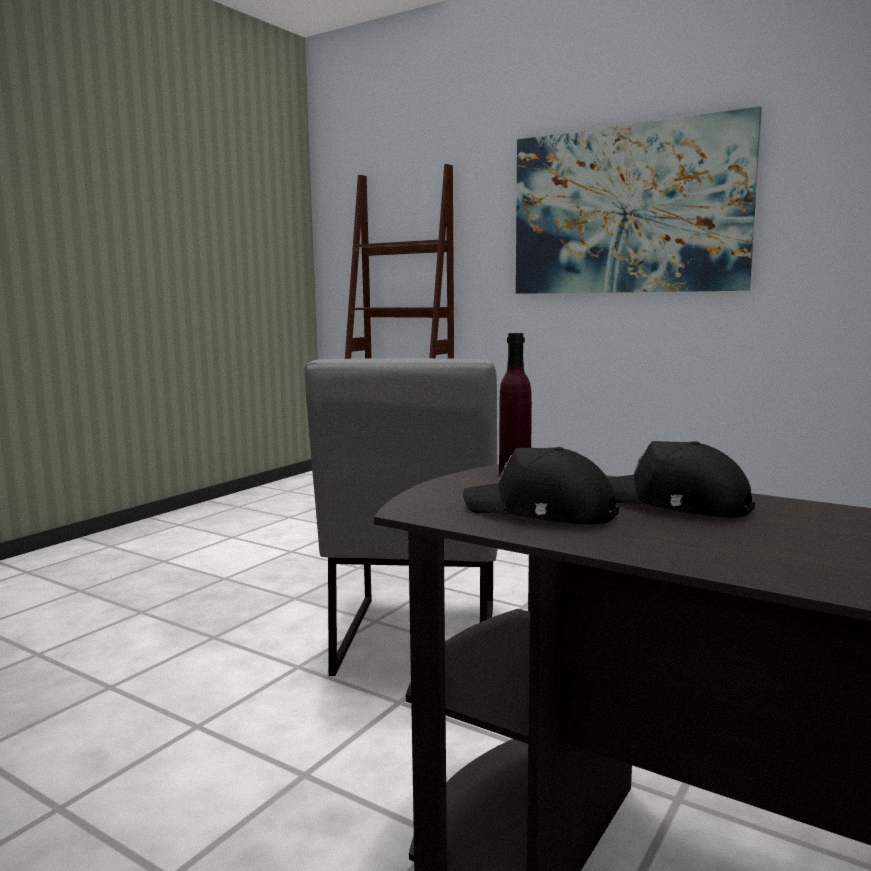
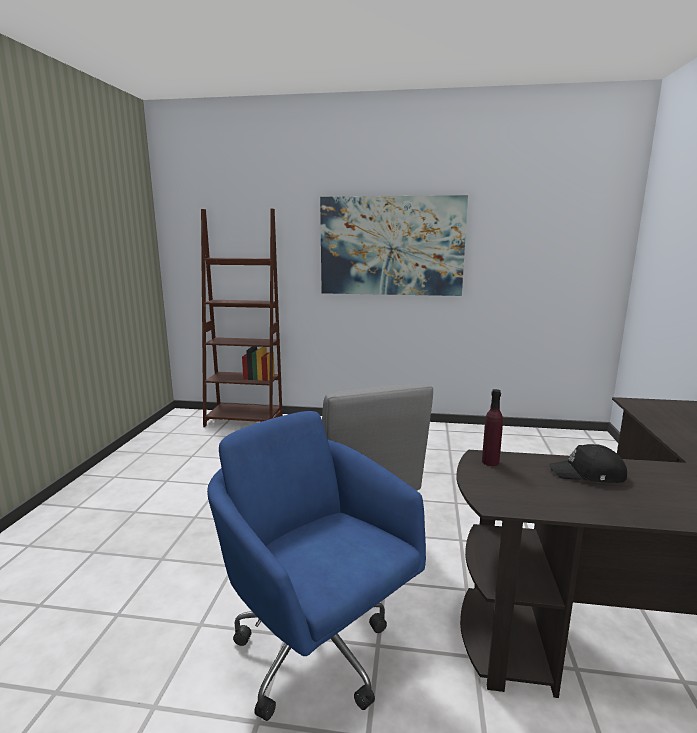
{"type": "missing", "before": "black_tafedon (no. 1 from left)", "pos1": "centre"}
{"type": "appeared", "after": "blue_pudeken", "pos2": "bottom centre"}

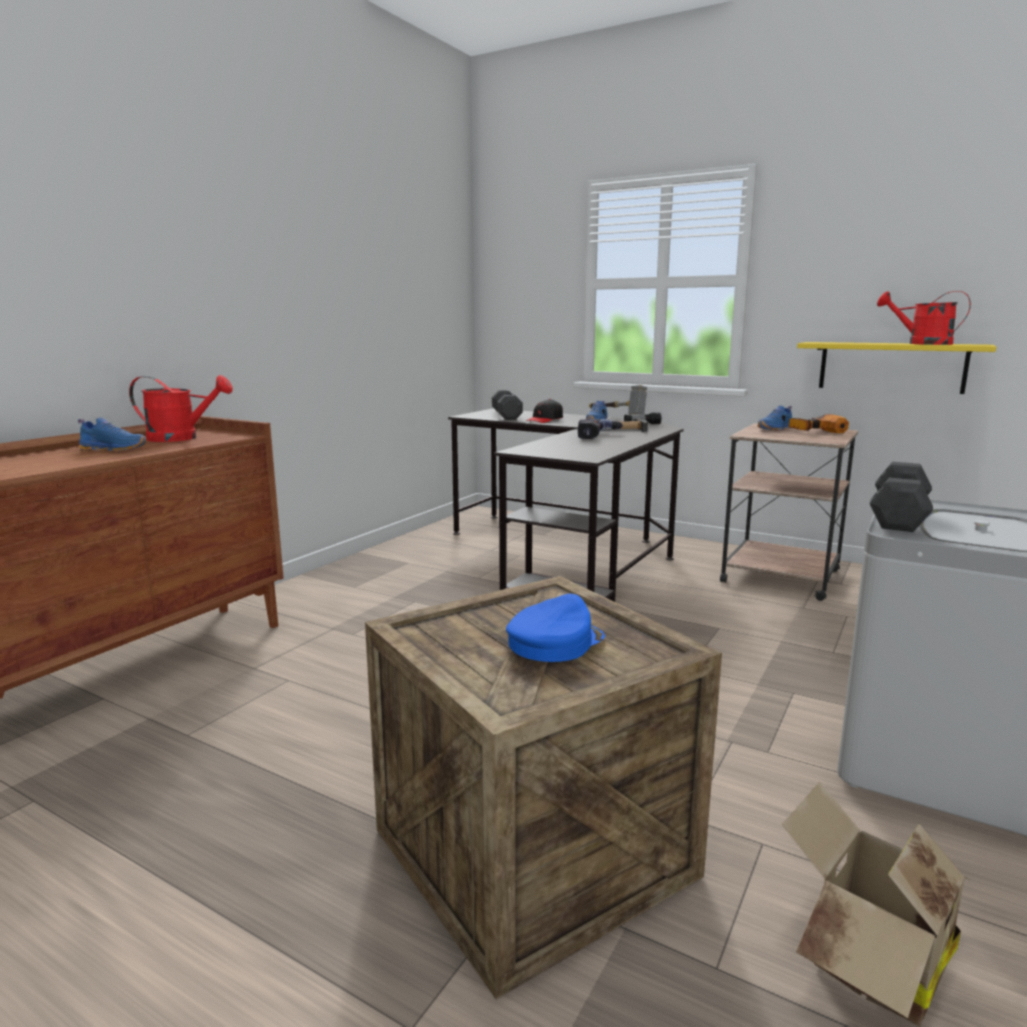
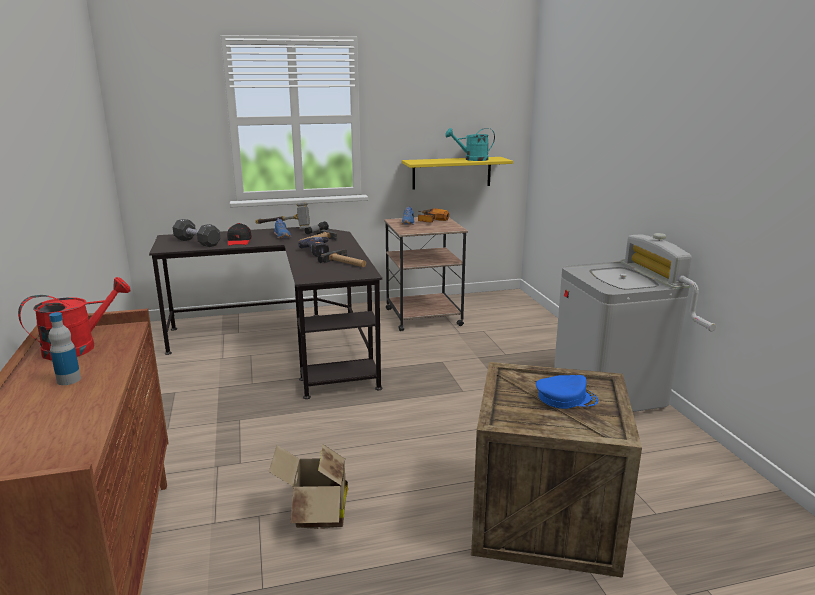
{"type": "missing", "before": "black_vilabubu (no. 2 from left)", "pos1": "middle right"}
{"type": "appeared", "after": "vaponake (no. 3 from left)", "pos2": "centre"}
{"type": "relocated", "before": "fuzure", "pos1": "bottom right", "pos2": "bottom centre"}
{"type": "exchanged", "before": "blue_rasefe (no. 1 from left)", "after": "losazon", "pos1": "middle left", "pos2": "middle left"}
{"type": "colour", "before": "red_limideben (no. 2 from left)", "after": "turquoise_limideben", "pos1": "top right", "pos2": "top centre"}
{"type": "spun", "before": "blue_tafedon", "pos1": "centre", "pos2": "middle right", "turn": 90}

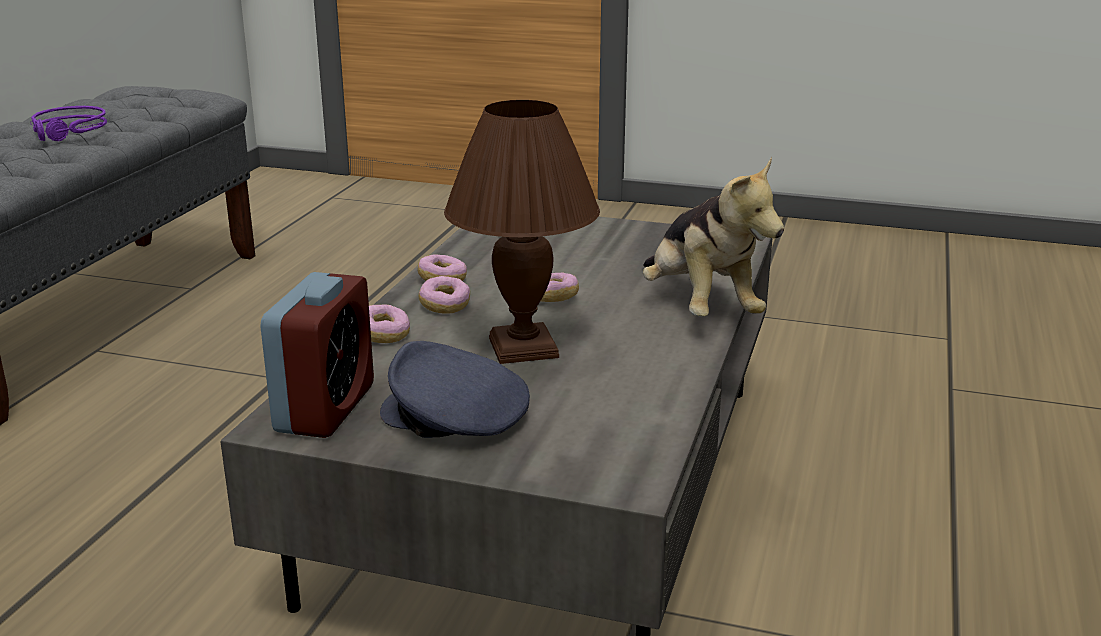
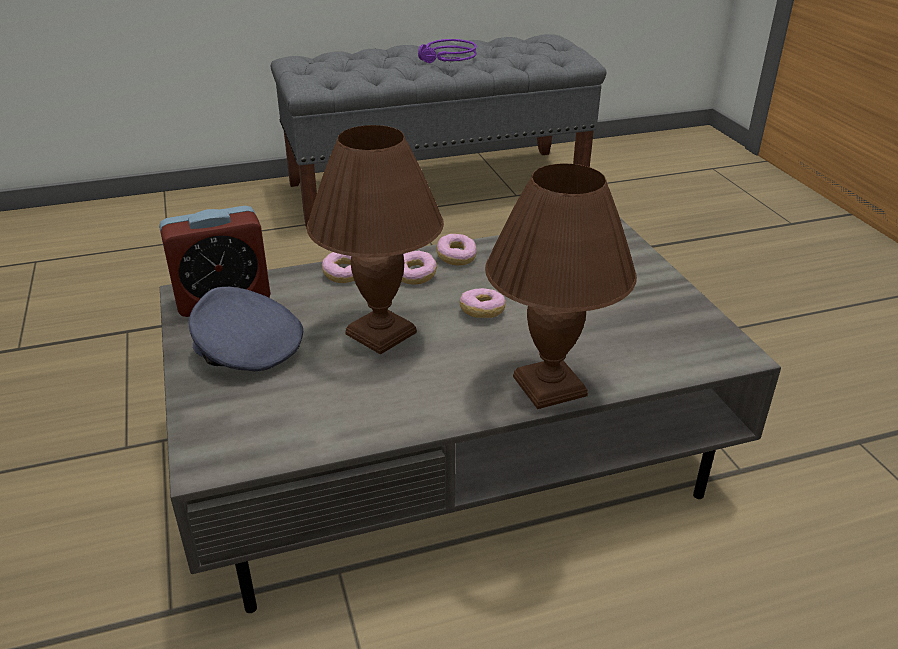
{"type": "exchanged", "before": "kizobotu", "after": "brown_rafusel (no. 2 from left)", "pos1": "centre", "pos2": "centre"}
{"type": "spun", "before": "grey_tafedon", "pos1": "centre", "pos2": "middle left", "turn": -45}

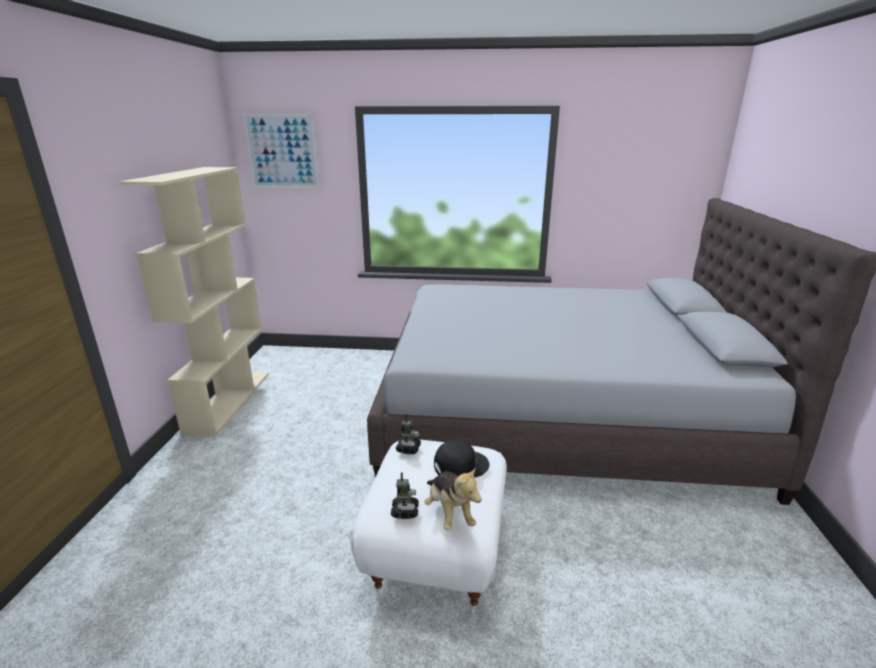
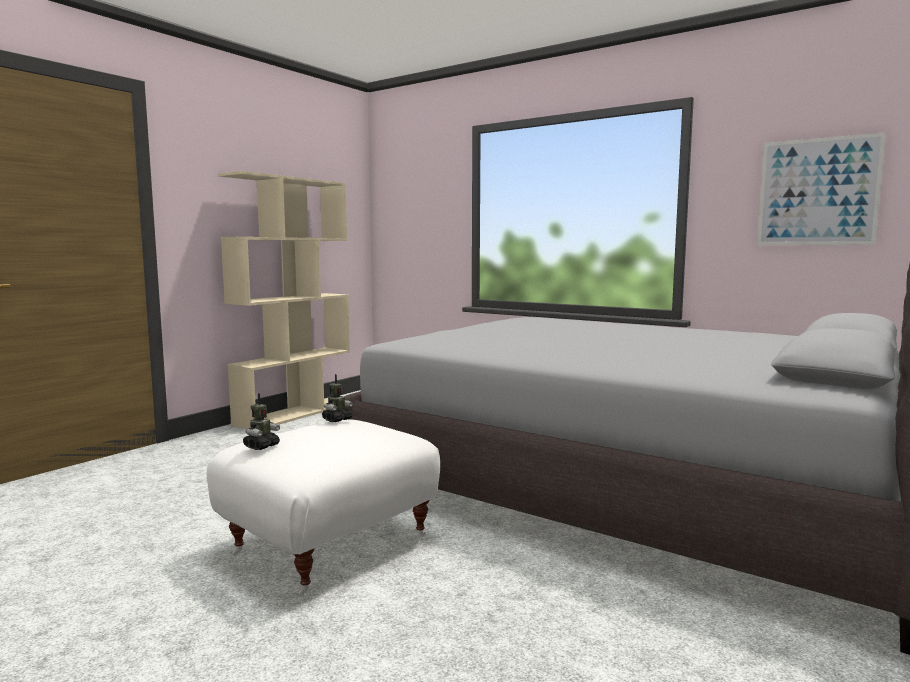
{"type": "missing", "before": "kizobotu", "pos1": "bottom centre"}
{"type": "missing", "before": "black_tafedon", "pos1": "bottom centre"}
{"type": "relocated", "before": "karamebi", "pos1": "top left", "pos2": "top right"}

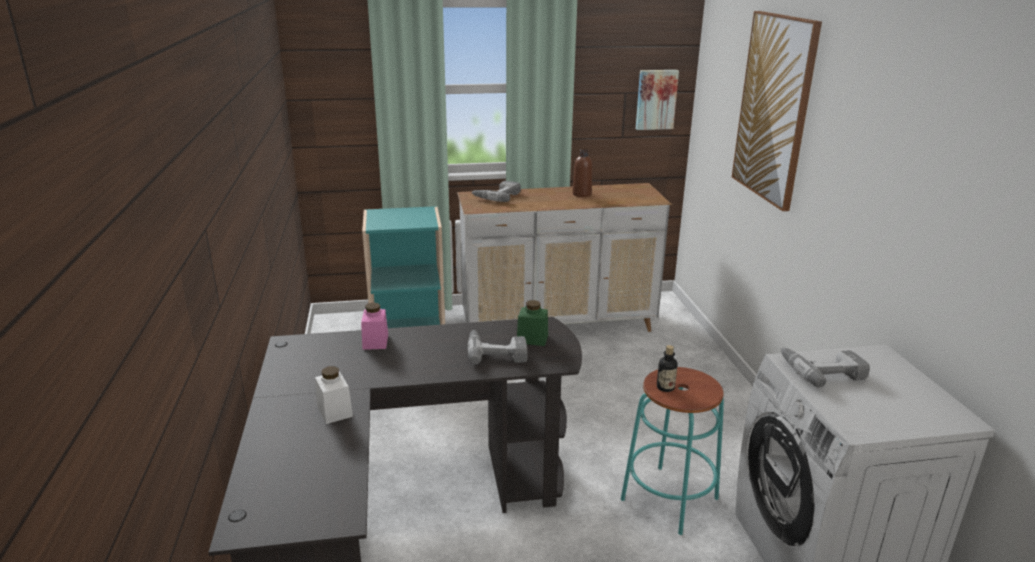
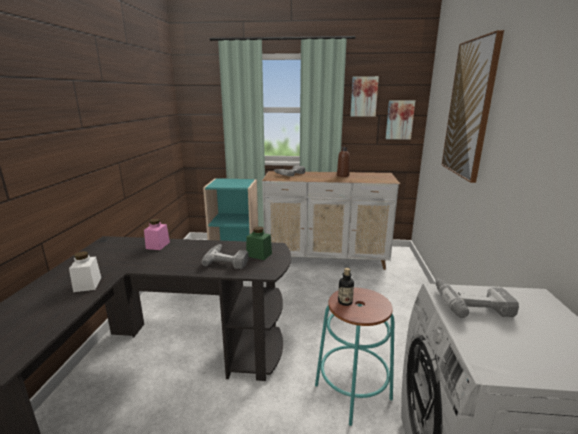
{"type": "appeared", "after": "karamebi (no. 1 from left)", "pos2": "top centre"}

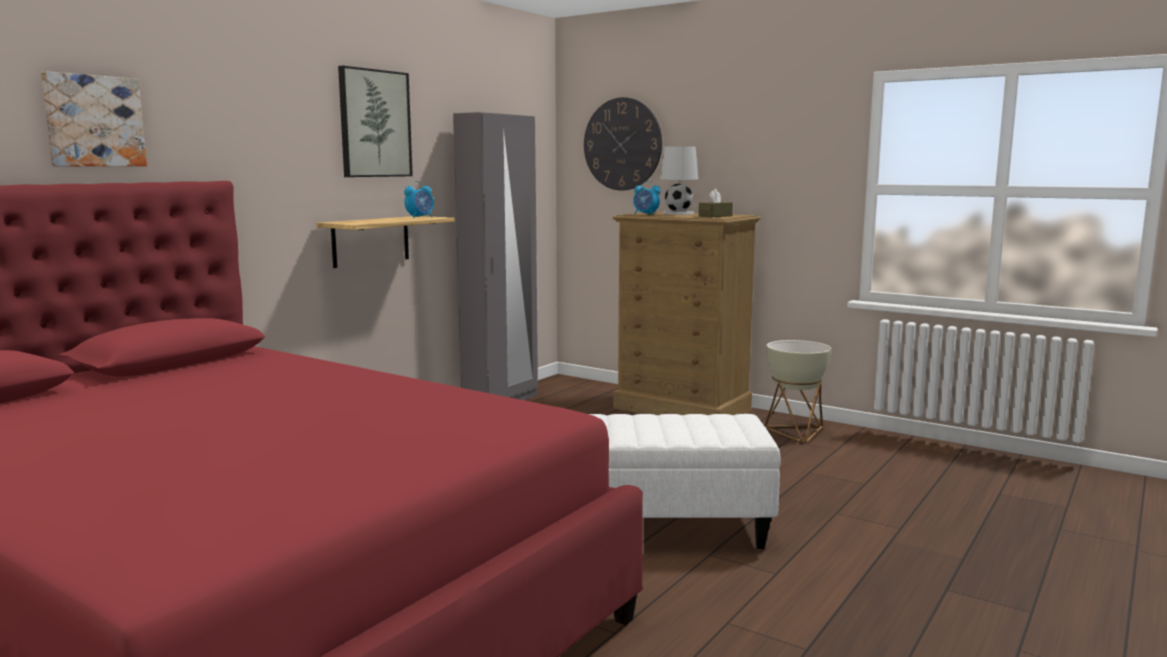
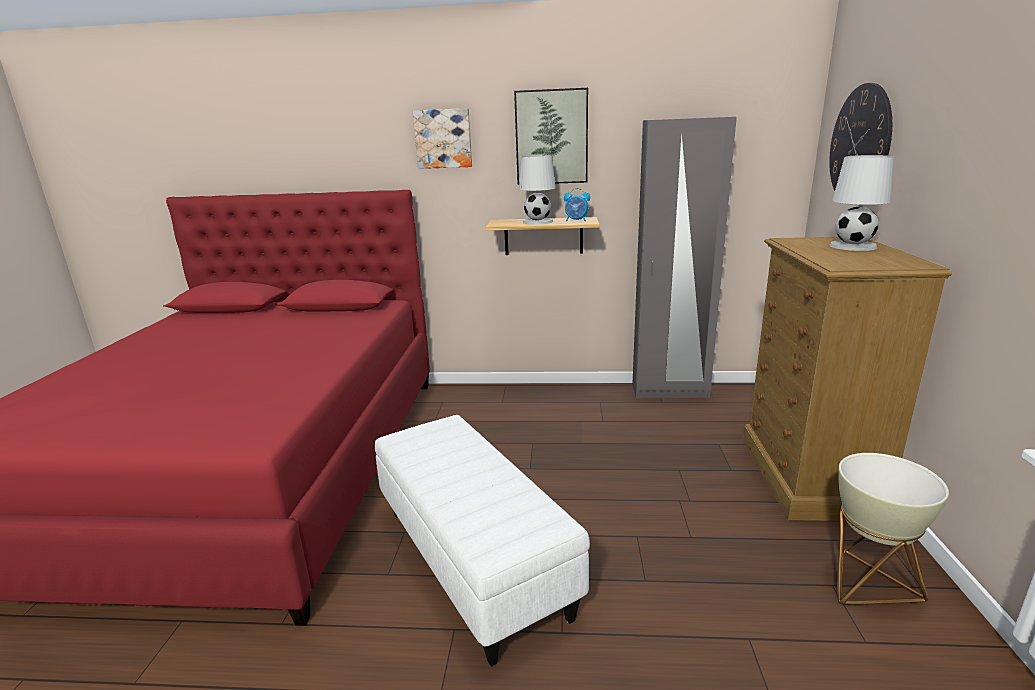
{"type": "missing", "before": "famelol (no. 2 from left)", "pos1": "top centre"}
{"type": "missing", "before": "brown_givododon", "pos1": "top centre"}
{"type": "appeared", "after": "white_rafusel (no. 1 from left)", "pos2": "top centre"}
{"type": "relocated", "before": "karamebi (no. 1 from left)", "pos1": "top left", "pos2": "top centre"}

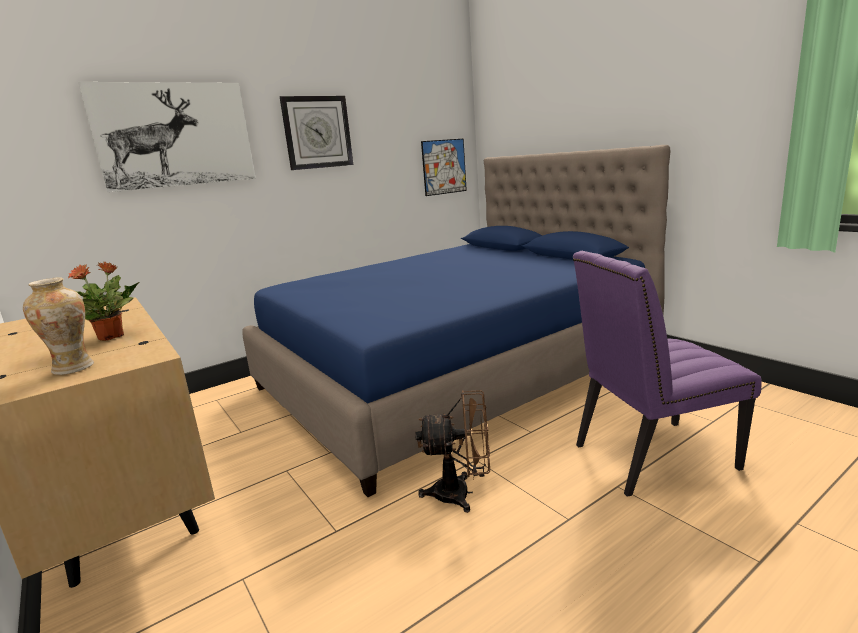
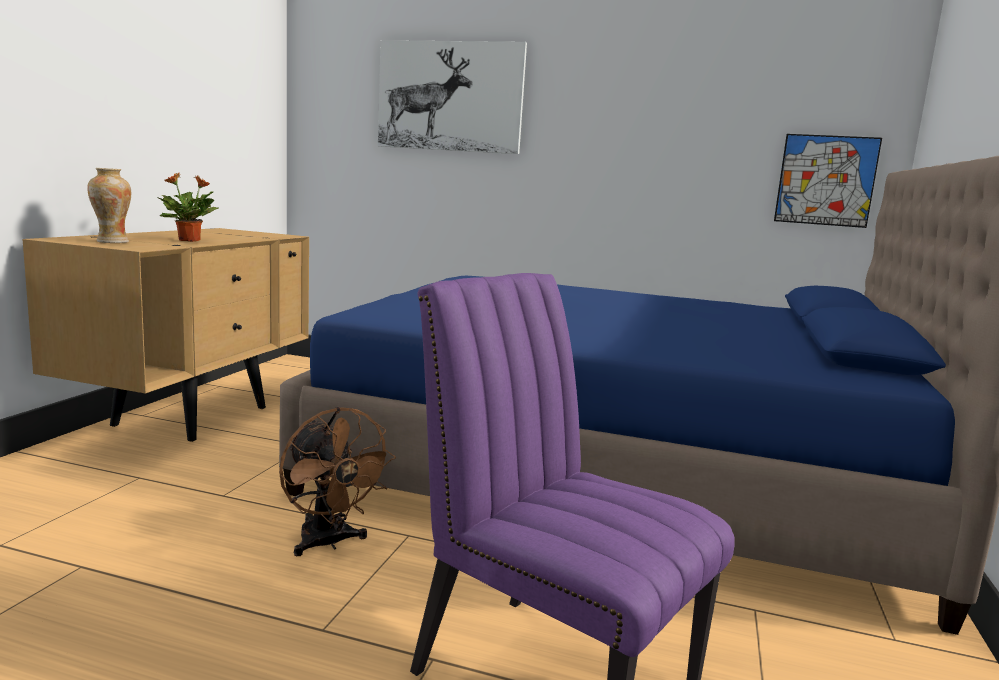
{"type": "missing", "before": "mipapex", "pos1": "top centre"}

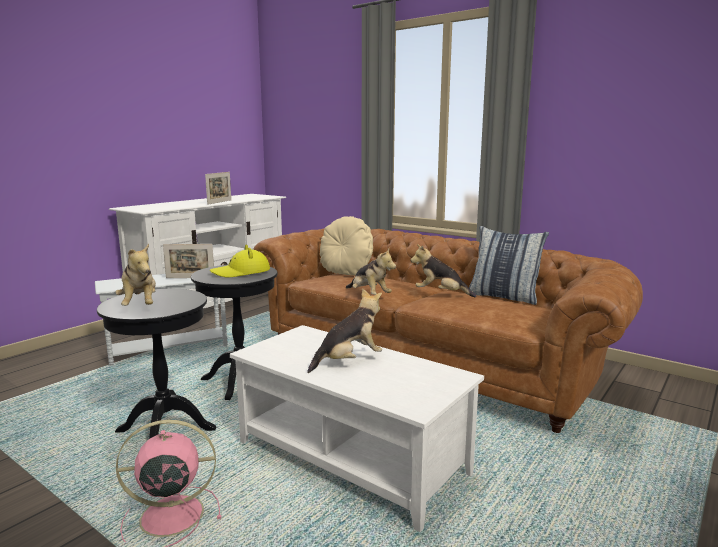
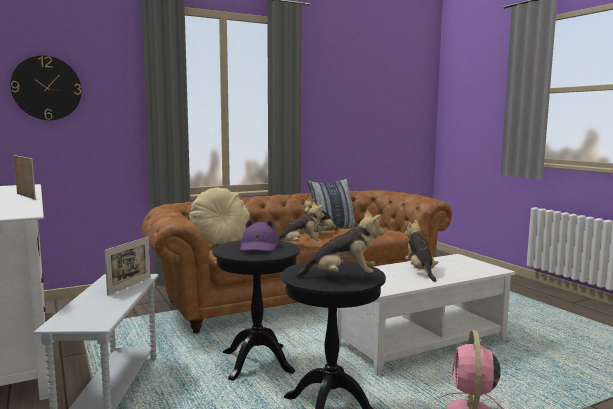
{"type": "appeared", "after": "mipapex", "pos2": "top left"}
{"type": "colour", "before": "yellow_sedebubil", "after": "purple_sedebubil", "pos1": "centre", "pos2": "centre"}

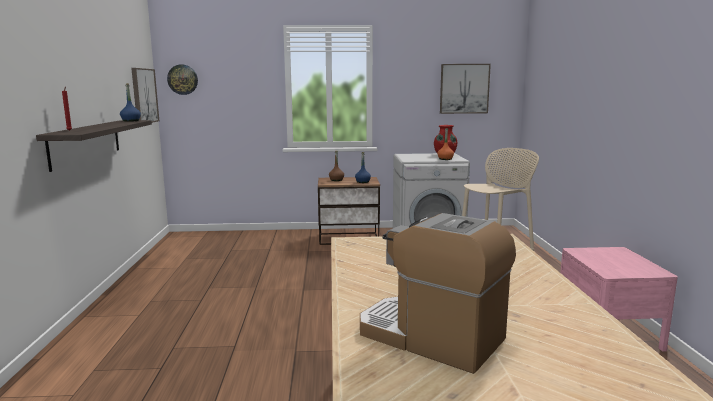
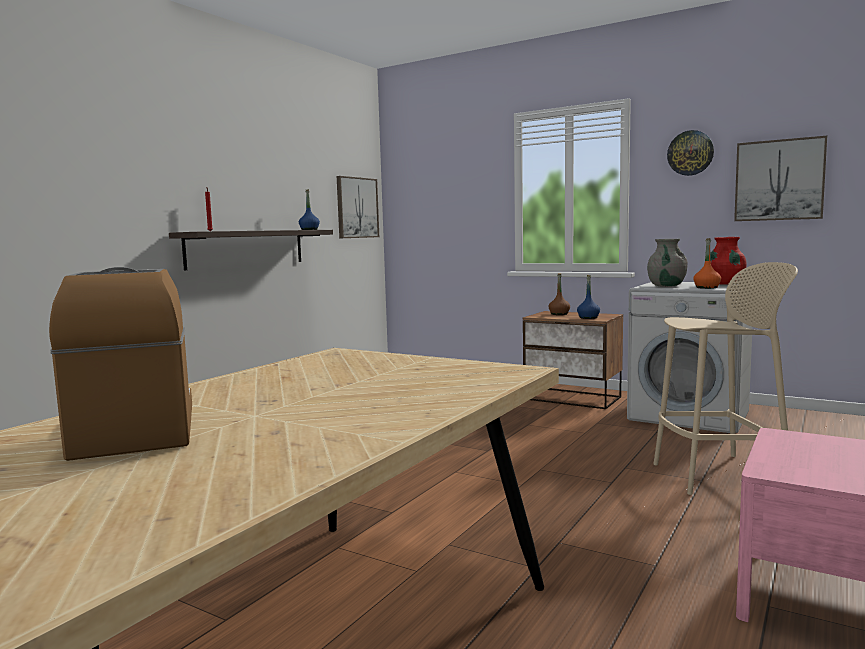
{"type": "appeared", "after": "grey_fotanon", "pos2": "middle right"}
{"type": "relocated", "before": "mipapex", "pos1": "top left", "pos2": "top right"}

